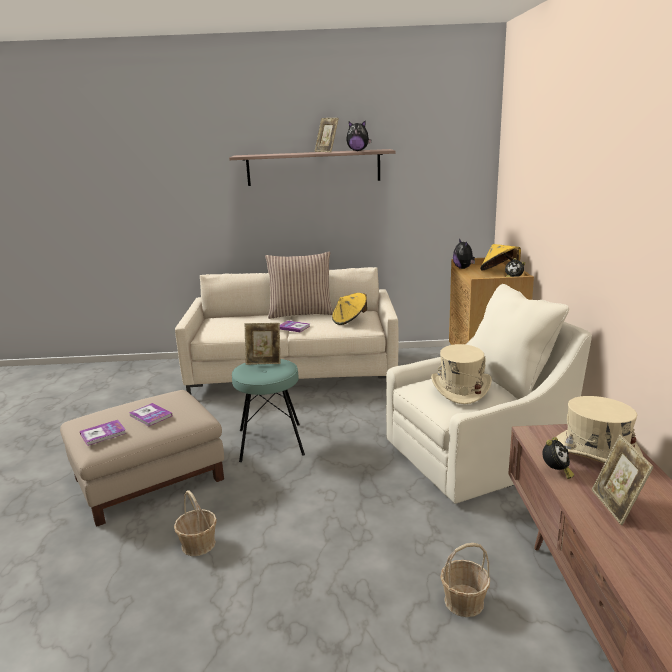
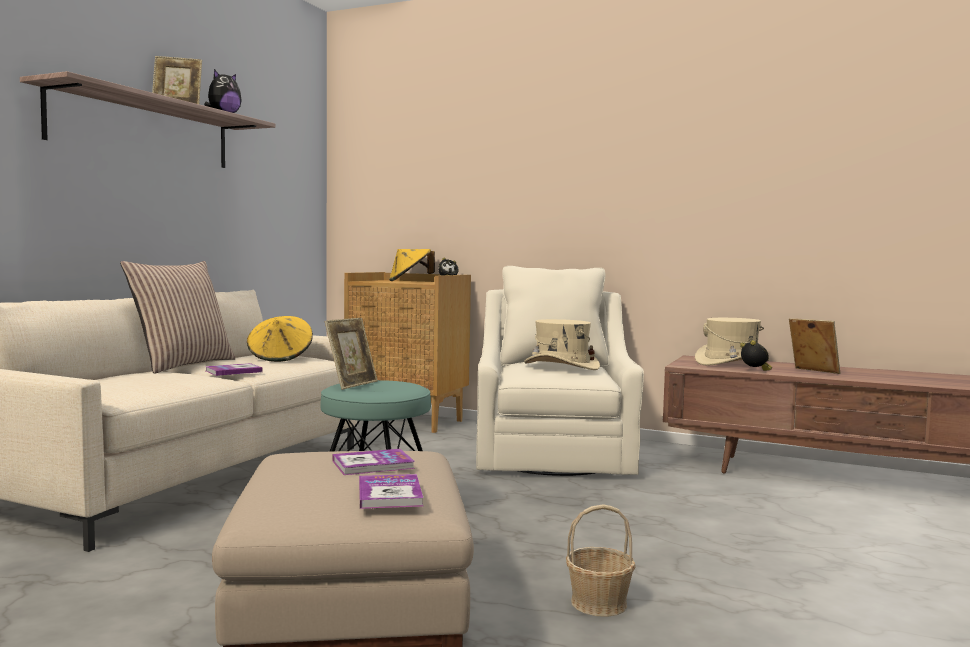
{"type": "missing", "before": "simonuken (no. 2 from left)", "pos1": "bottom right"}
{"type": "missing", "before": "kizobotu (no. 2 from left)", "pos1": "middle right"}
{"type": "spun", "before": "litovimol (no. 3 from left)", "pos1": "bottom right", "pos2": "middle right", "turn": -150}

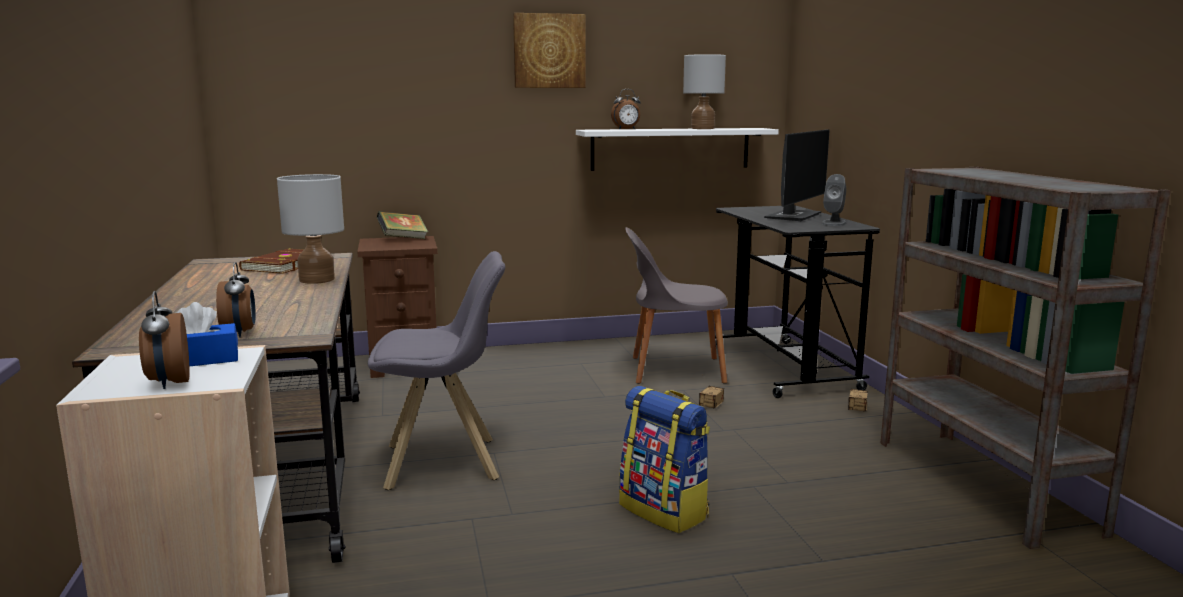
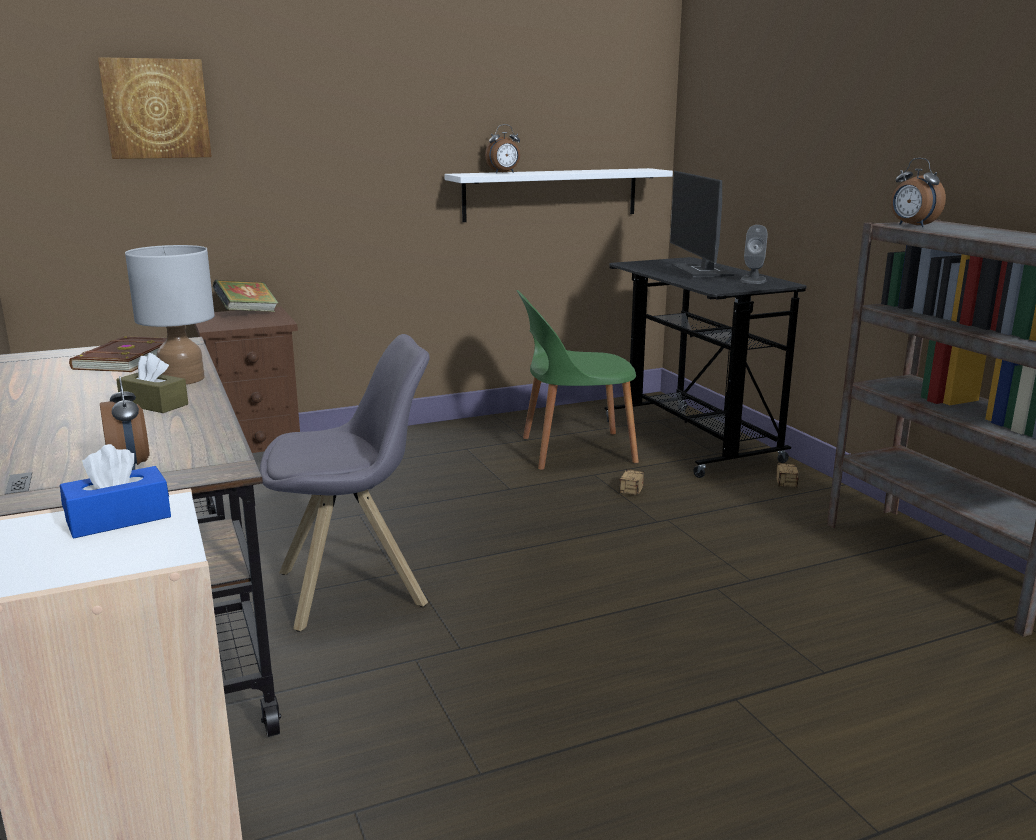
{"type": "missing", "before": "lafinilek", "pos1": "bottom centre"}
{"type": "missing", "before": "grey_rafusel (no. 2 from left)", "pos1": "top centre"}
{"type": "appeared", "after": "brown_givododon", "pos2": "middle left"}
{"type": "relocated", "before": "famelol (no. 1 from left in the first image)", "after": "famelol (no. 3 from left)", "pos1": "middle left", "pos2": "top right"}
{"type": "relocated", "before": "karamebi", "pos1": "top centre", "pos2": "top left"}
{"type": "colour", "before": "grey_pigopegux (no. 2 from left)", "after": "green_pigopegux", "pos1": "centre", "pos2": "centre"}
{"type": "spun", "before": "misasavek", "pos1": "top right", "pos2": "top right", "turn": 150}

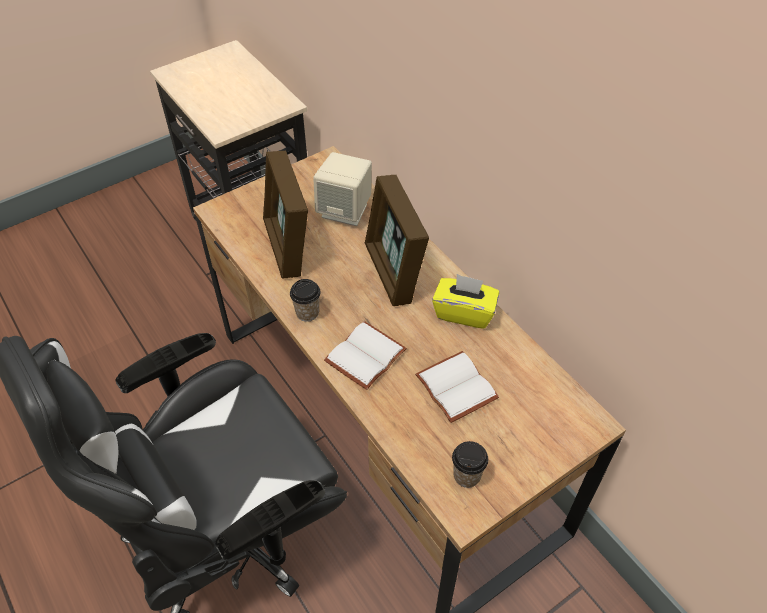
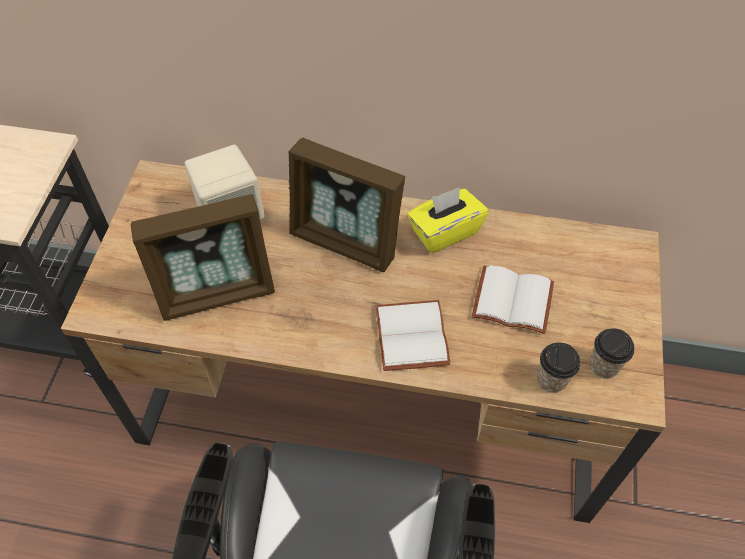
{"type": "relocated", "before": "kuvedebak (no. 1 from left)", "pos1": "centre", "pos2": "middle right"}
{"type": "spun", "before": "litovimol (no. 1 from left)", "pos1": "centre", "pos2": "middle left", "turn": -45}

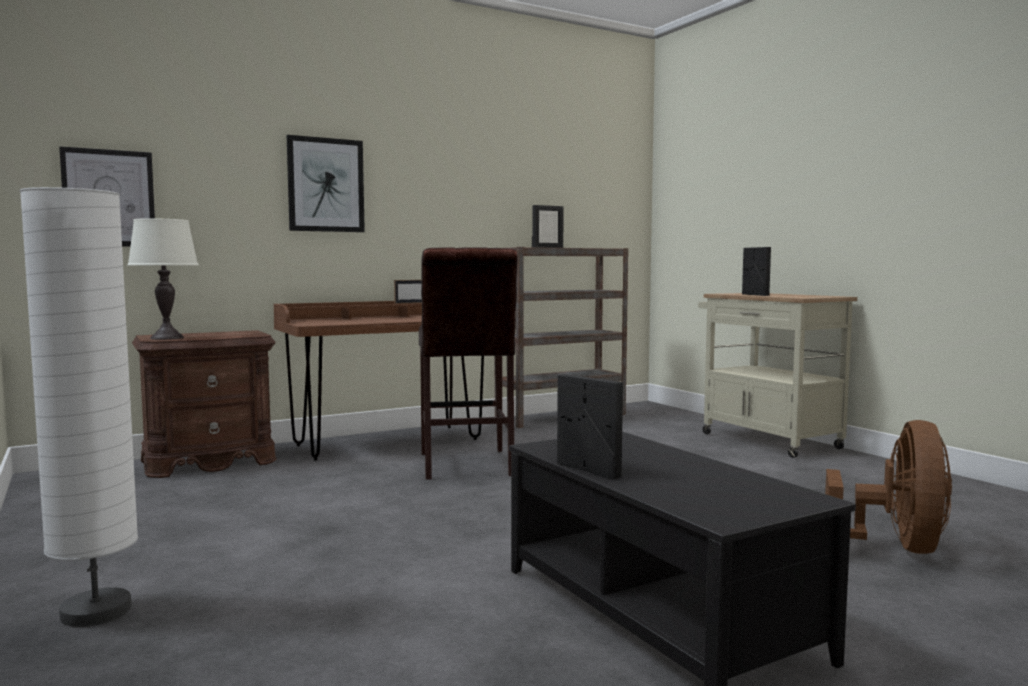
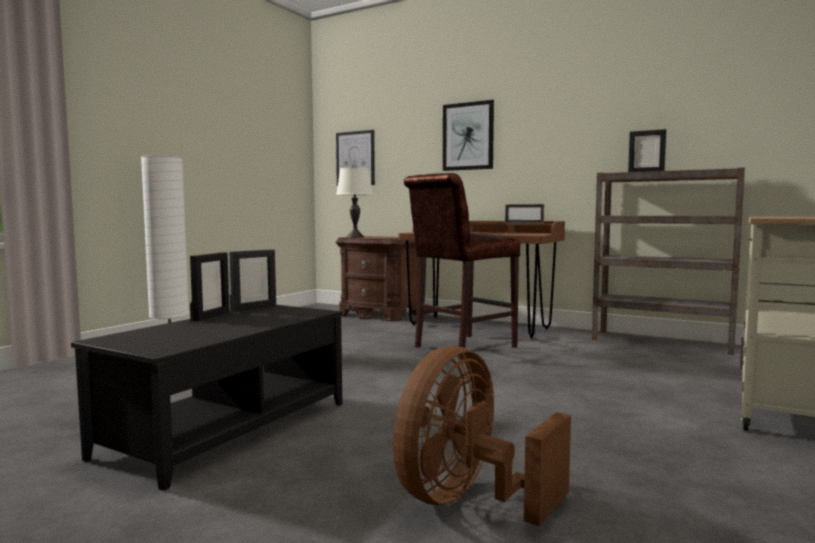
{"type": "relocated", "before": "litovimol (no. 4 from left in the first image)", "after": "litovimol (no. 2 from left)", "pos1": "middle right", "pos2": "middle left"}
{"type": "spun", "before": "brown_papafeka", "pos1": "bottom right", "pos2": "bottom centre", "turn": 135}

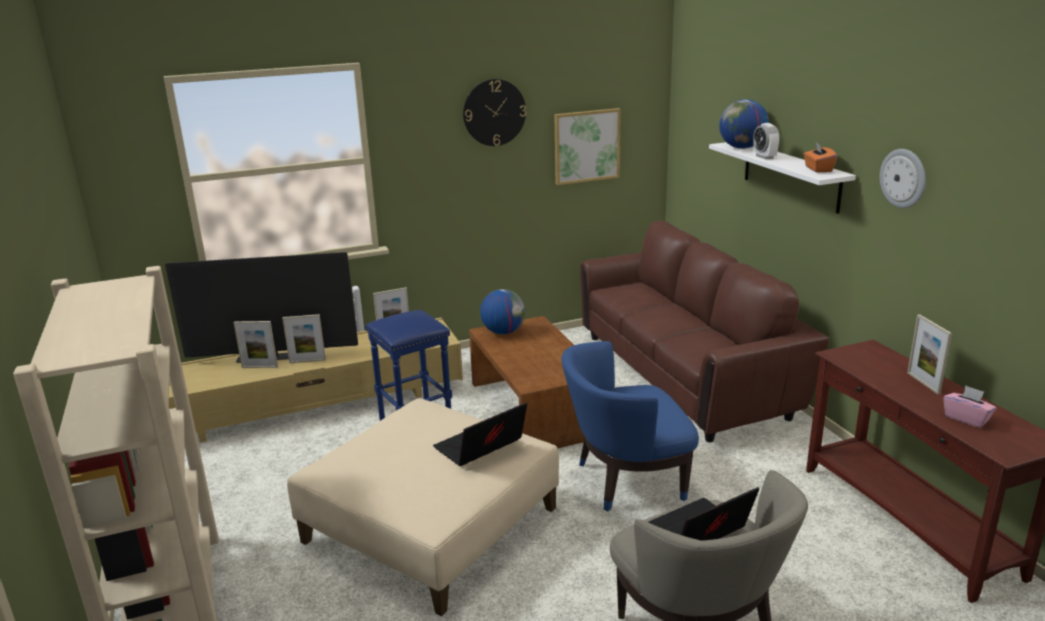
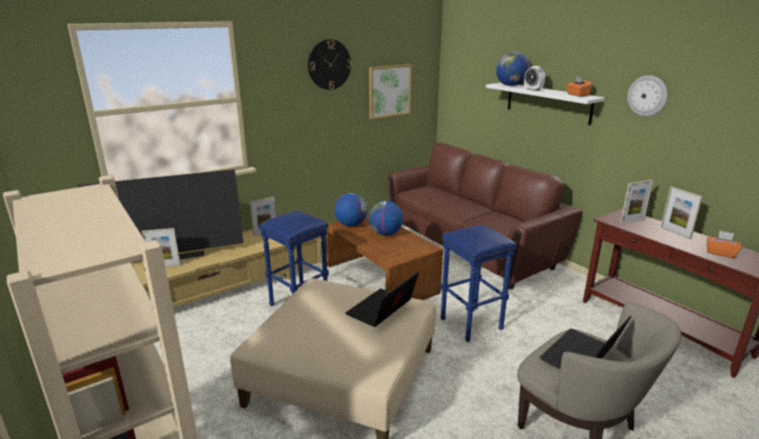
{"type": "appeared", "after": "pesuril (no. 2 from left)", "pos2": "centre"}
{"type": "relocated", "before": "litovimol (no. 2 from left in the first image)", "after": "litovimol (no. 3 from left)", "pos1": "middle left", "pos2": "middle right"}
{"type": "exchanged", "before": "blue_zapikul", "after": "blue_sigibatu (no. 2 from left)", "pos1": "bottom centre", "pos2": "centre"}
{"type": "colour", "before": "pink_givododon", "after": "orange_givododon (no. 2 from left)", "pos1": "middle right", "pos2": "middle right"}

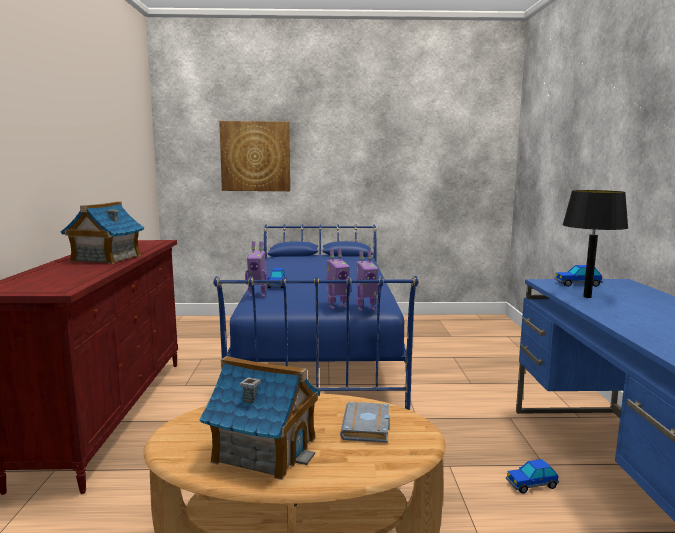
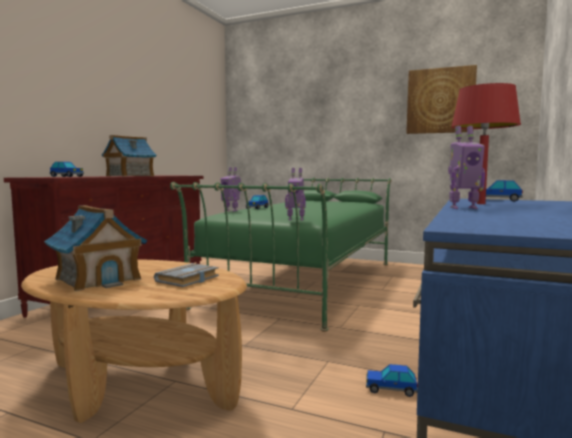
{"type": "appeared", "after": "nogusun (no. 1 from left)", "pos2": "middle left"}
{"type": "relocated", "before": "karamebi", "pos1": "top centre", "pos2": "top right"}
{"type": "relocated", "before": "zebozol (no. 2 from left in the first image)", "after": "zebozol (no. 3 from left)", "pos1": "centre", "pos2": "middle right"}
{"type": "colour", "before": "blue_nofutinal", "after": "green_nofutinal", "pos1": "centre", "pos2": "centre"}
{"type": "colour", "before": "black_rafusel", "after": "red_rafusel", "pos1": "middle right", "pos2": "top right"}

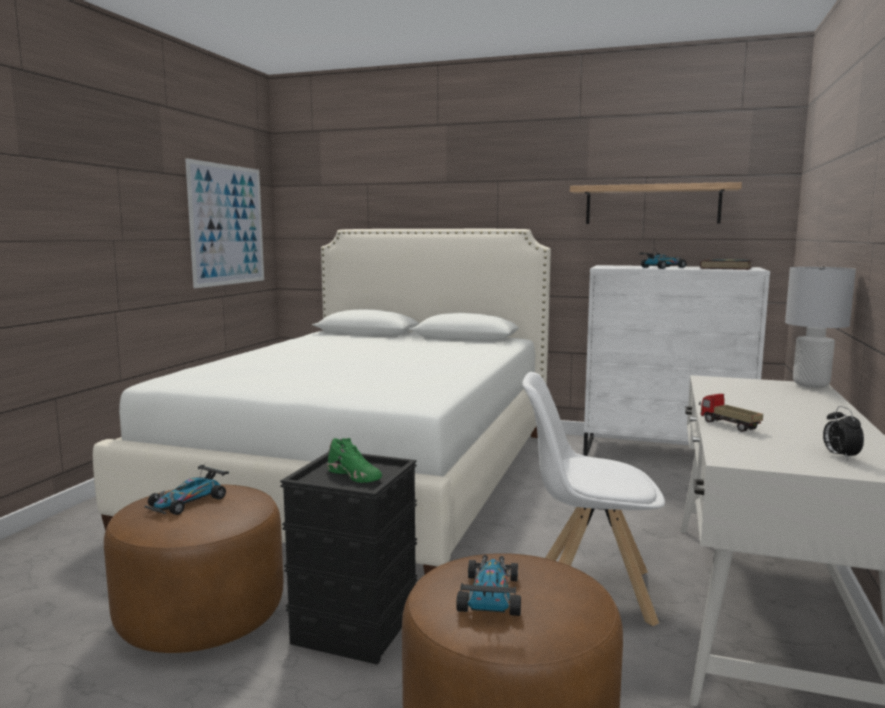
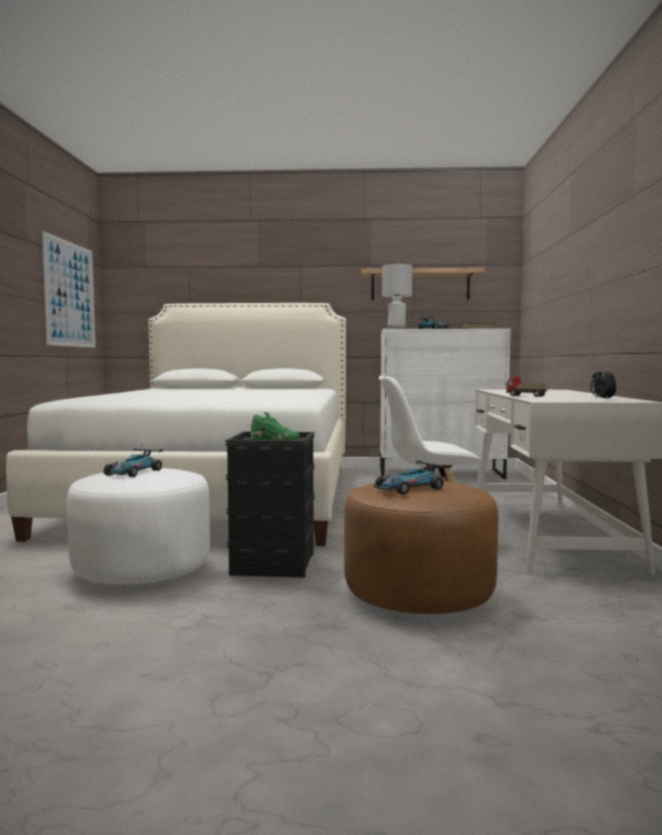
{"type": "relocated", "before": "grey_rafusel", "pos1": "middle right", "pos2": "centre"}
{"type": "colour", "before": "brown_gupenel (no. 1 from left)", "after": "white_gupenel", "pos1": "bottom left", "pos2": "middle left"}
{"type": "spun", "before": "nogusun (no. 2 from left)", "pos1": "bottom centre", "pos2": "centre", "turn": -120}

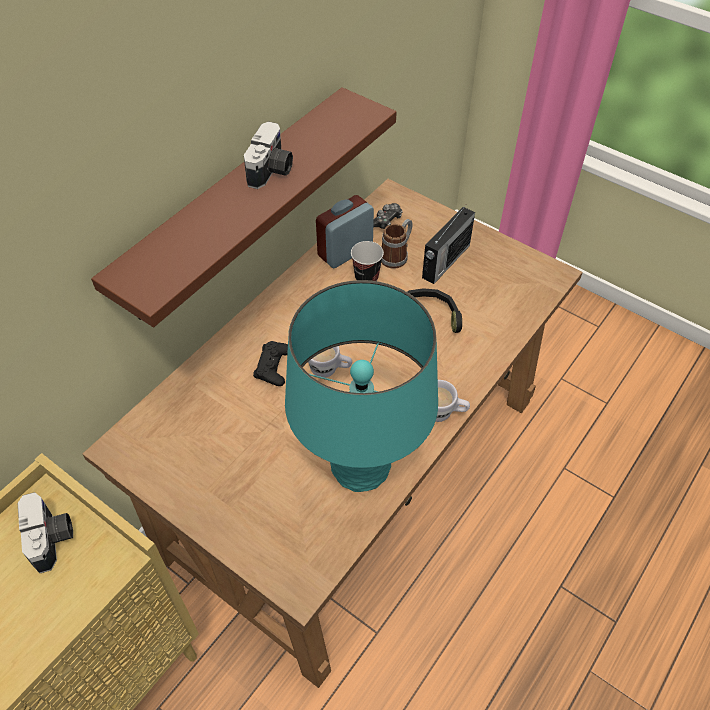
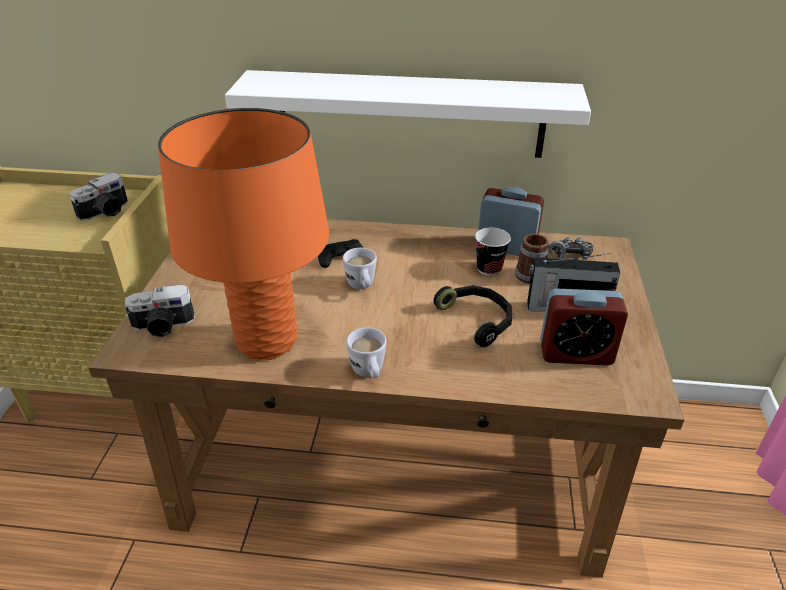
{"type": "appeared", "after": "famelol (no. 2 from left)", "pos2": "middle right"}
{"type": "relocated", "before": "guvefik (no. 2 from left)", "pos1": "top centre", "pos2": "middle left"}
{"type": "colour", "before": "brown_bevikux", "after": "white_bevikux", "pos1": "top centre", "pos2": "top centre"}
{"type": "colour", "before": "turquoise_rafusel", "after": "orange_rafusel", "pos1": "centre", "pos2": "middle left"}

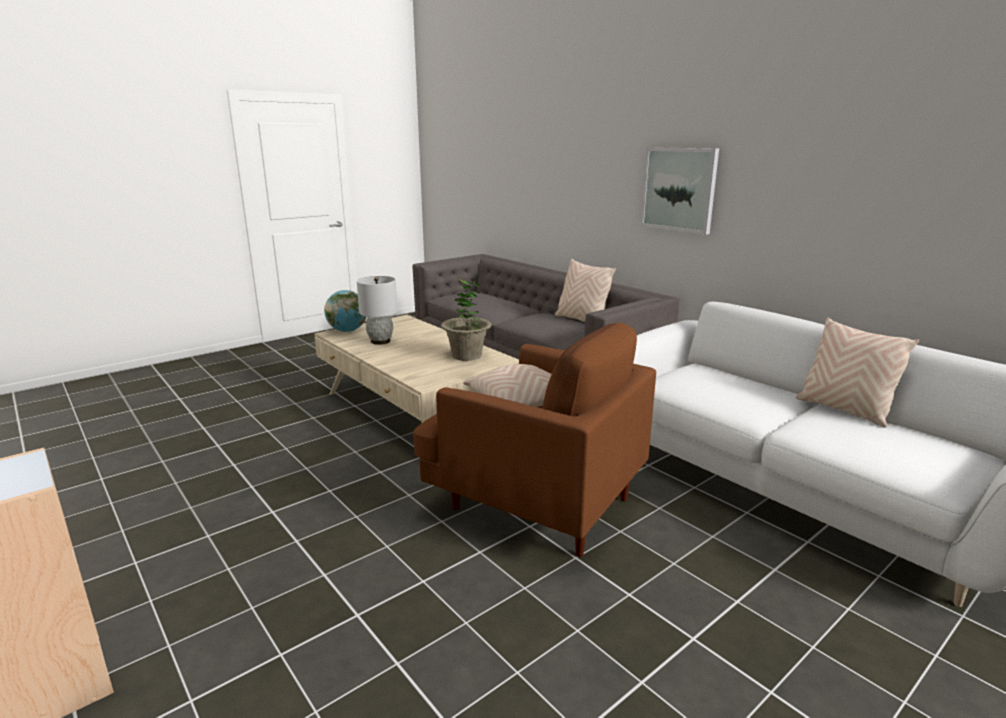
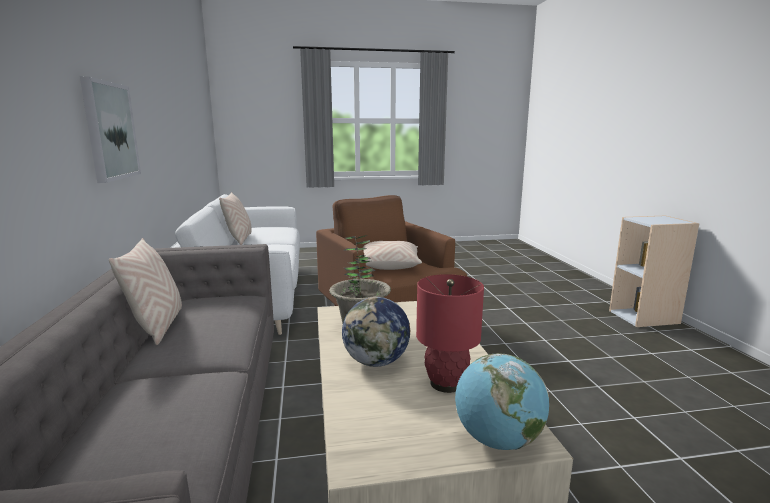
{"type": "appeared", "after": "pesuril (no. 1 from left)", "pos2": "centre"}
{"type": "colour", "before": "white_rafusel", "after": "red_rafusel", "pos1": "centre", "pos2": "centre"}

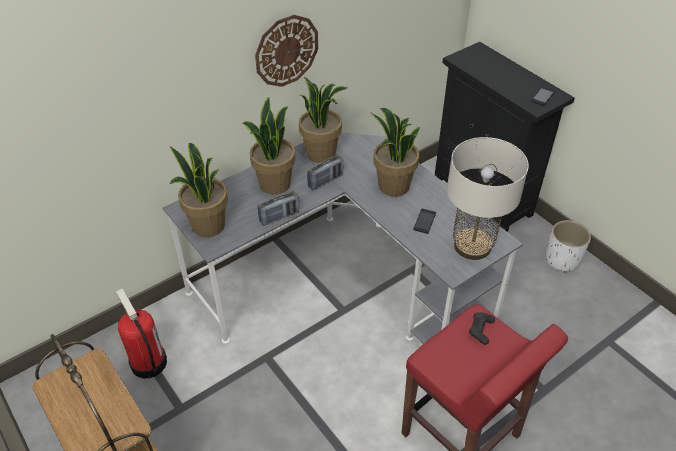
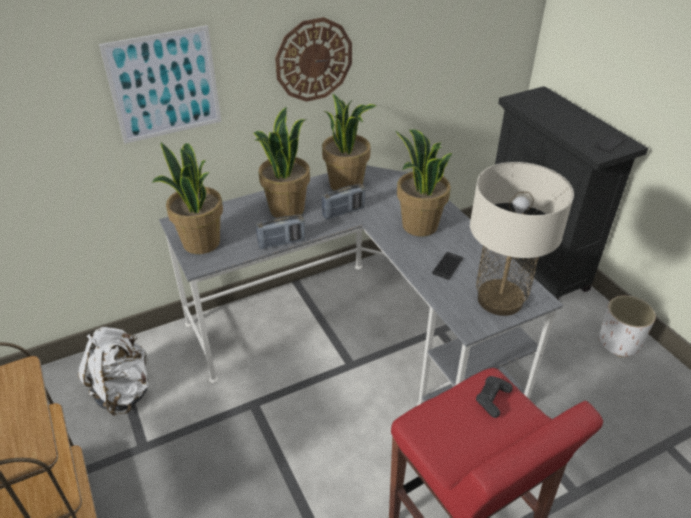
{"type": "appeared", "after": "karamebi", "pos2": "top left"}
{"type": "exchanged", "before": "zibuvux", "after": "white_lafinilek", "pos1": "bottom left", "pos2": "bottom left"}

